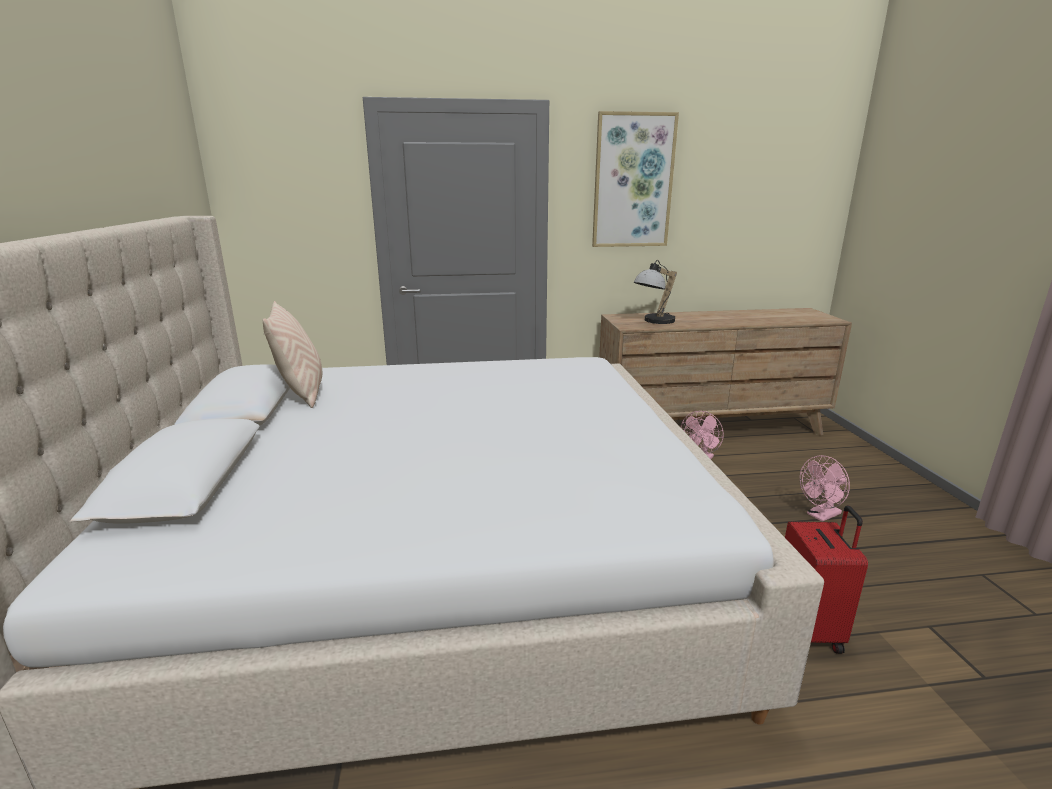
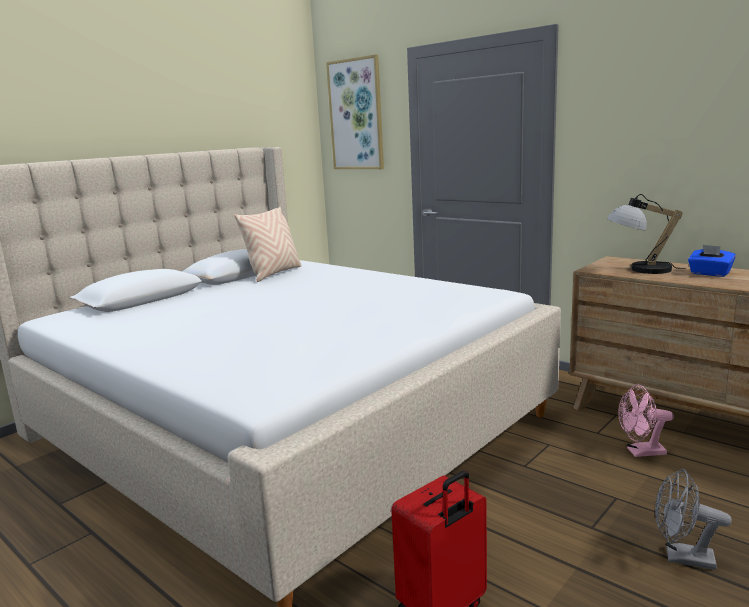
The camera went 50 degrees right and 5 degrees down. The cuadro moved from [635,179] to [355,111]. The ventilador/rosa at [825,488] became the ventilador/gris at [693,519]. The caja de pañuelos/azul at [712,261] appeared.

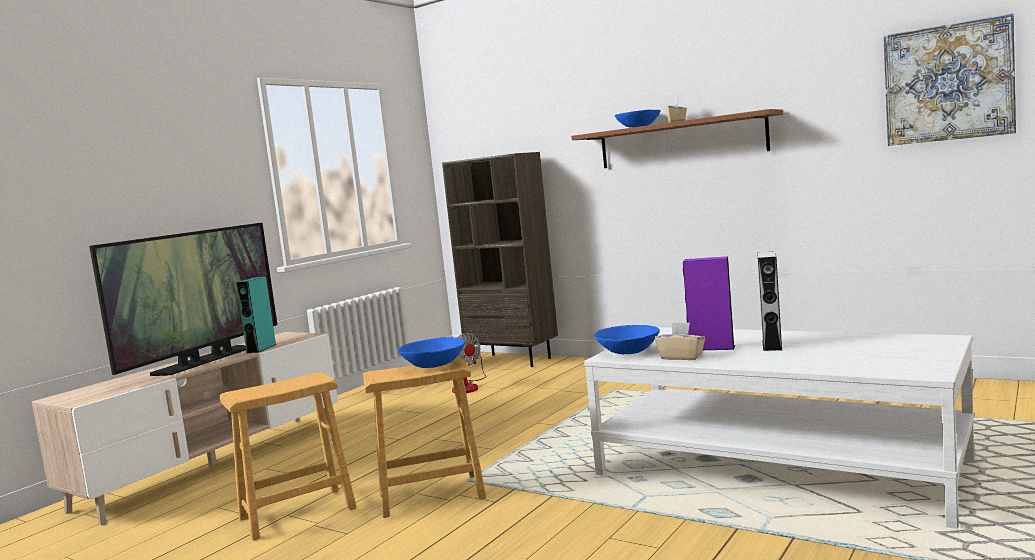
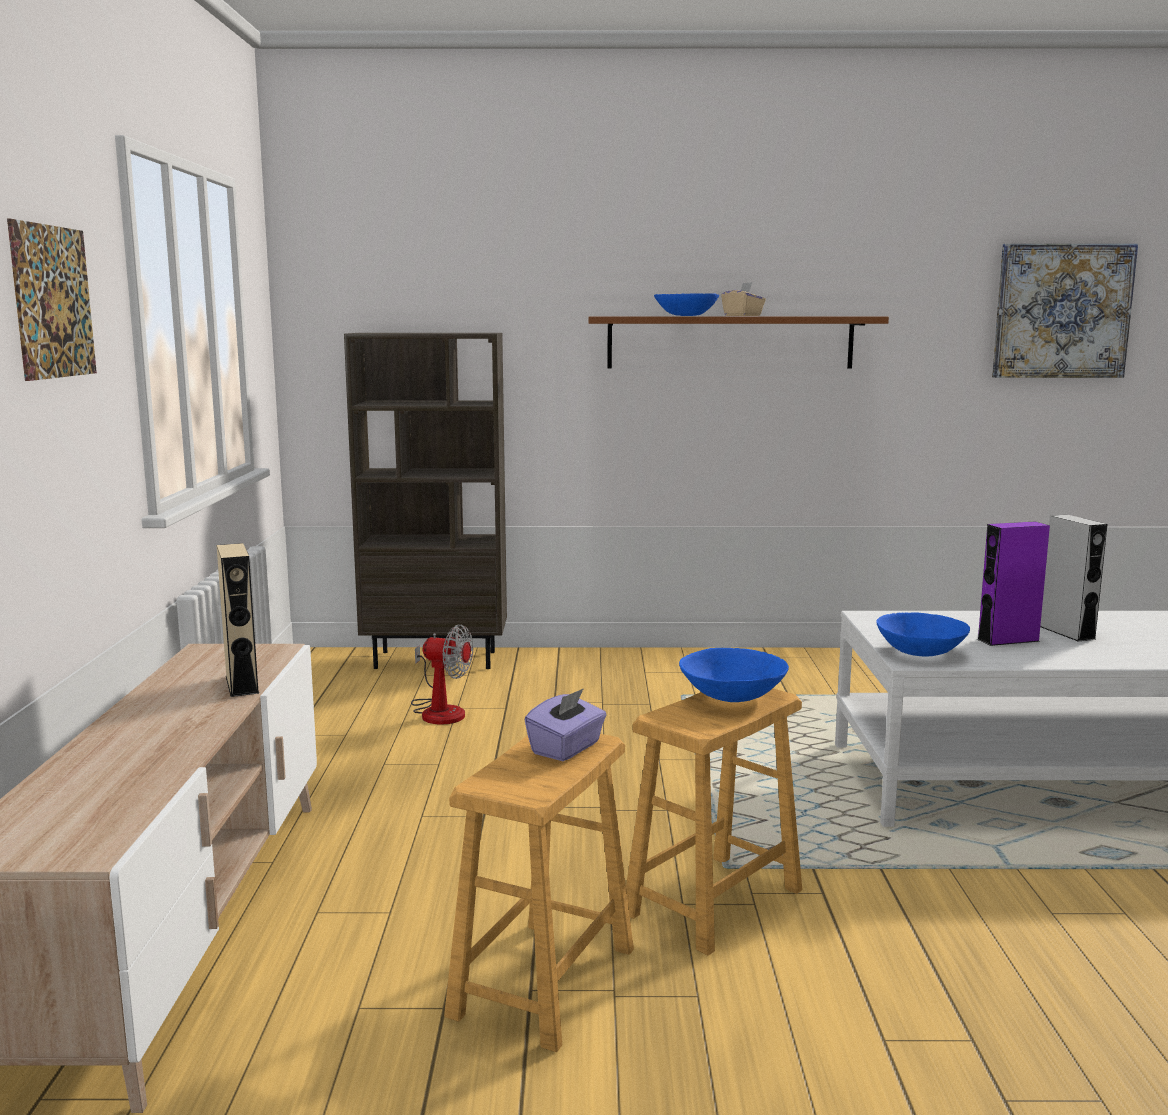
The camera went 35 degrees left and 5 degrees up. The cuadro at [52,300] appeared. The altavoz/turquesa at [256,314] became the altavoz/beis at [238,620]. The caja de pañuelos/morado at [566,724] appeared. The televisor at [183,299] disappeared. The caja de pañuelos/beis at [680,341] disappeared.

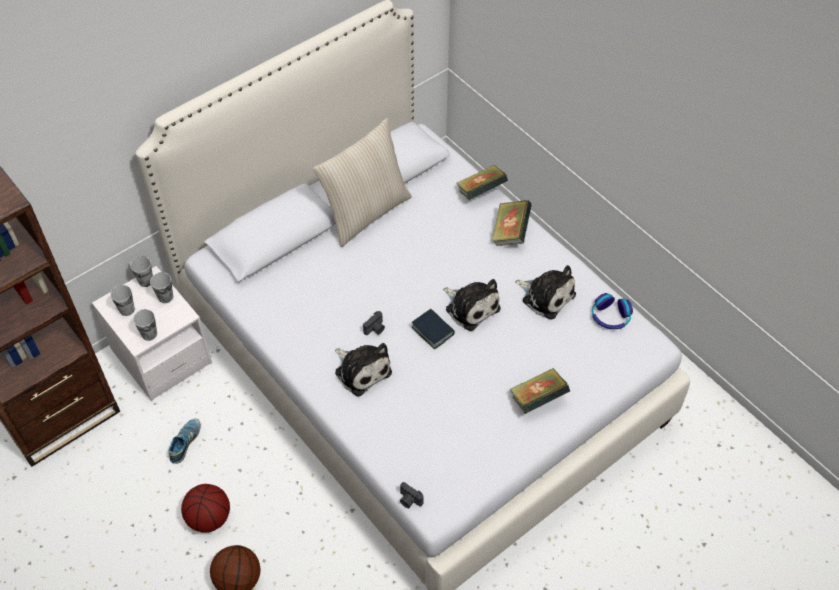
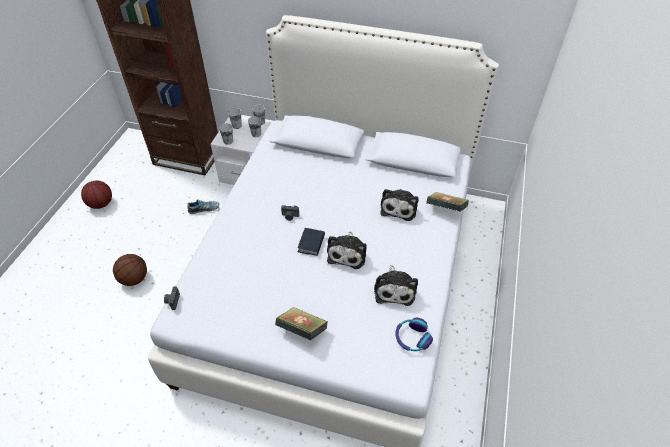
The camera went 55 degrees right and 5 degrees down. The balón de baloncesto moved from [205,508] to [96,194]. The peluche moved from [363,370] to [400,205]. The cojín/beis at [362,182] disappeared. The libro at [512,223] disappeared.

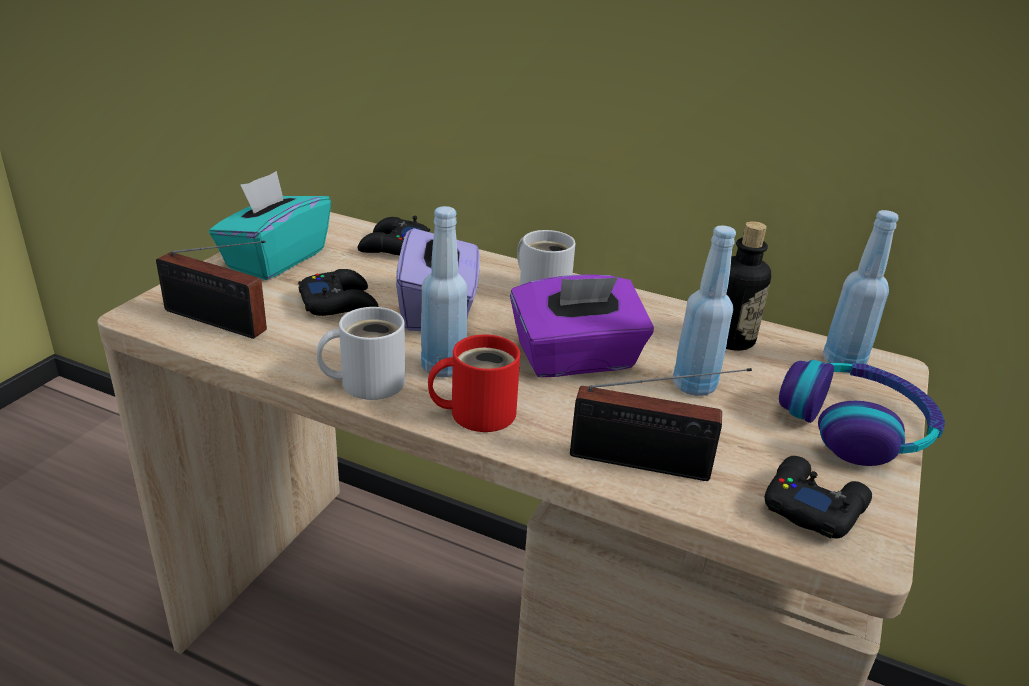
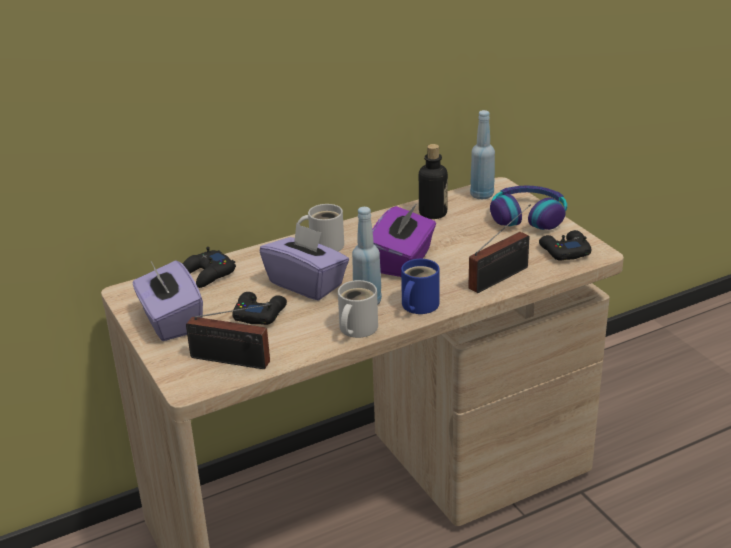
The camera went 50 degrees left and 0 degrees up. The caja de pañuelos/turquesa at [270,225] became the caja de pañuelos/morado at [167,300]. The radio at [211,289] turned 45 degrees clockwise. The taza grande/rojo at [474,383] became the taza grande/azul at [420,286]. The botella/azul at [704,310] disappeared.

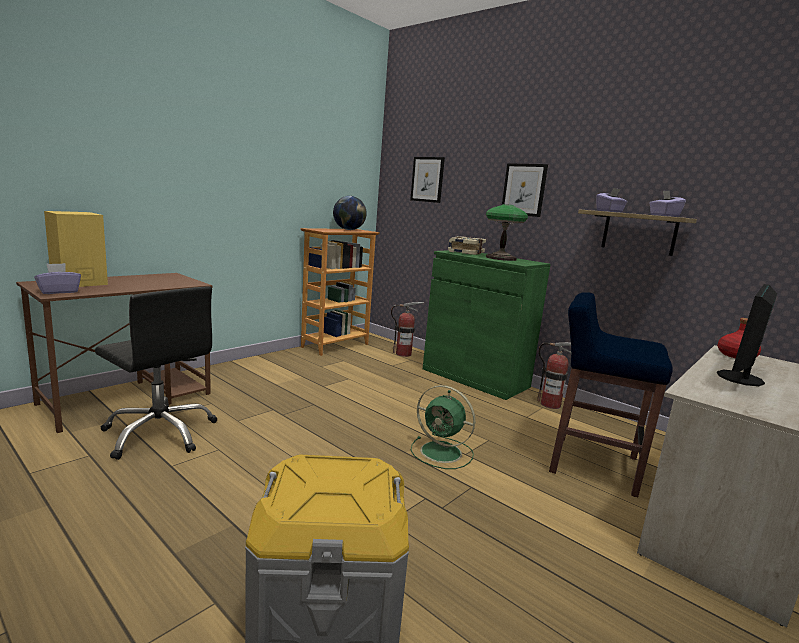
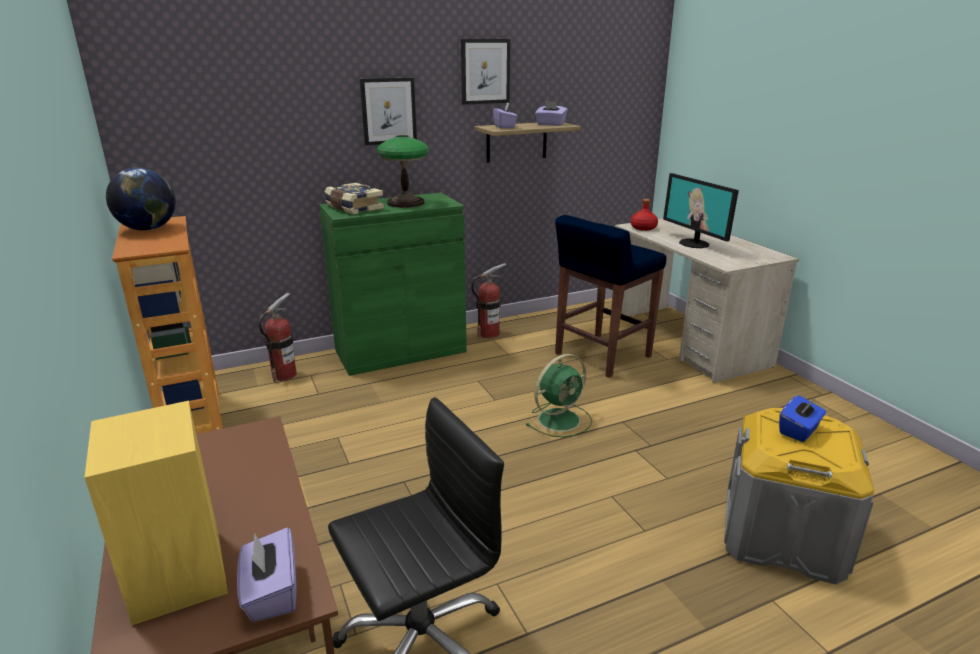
The camera went 65 degrees left and 10 degrees up. The cuadro moved from [427,180] to [485,72]. The caja de pañuelos/azul at [802,419] appeared.

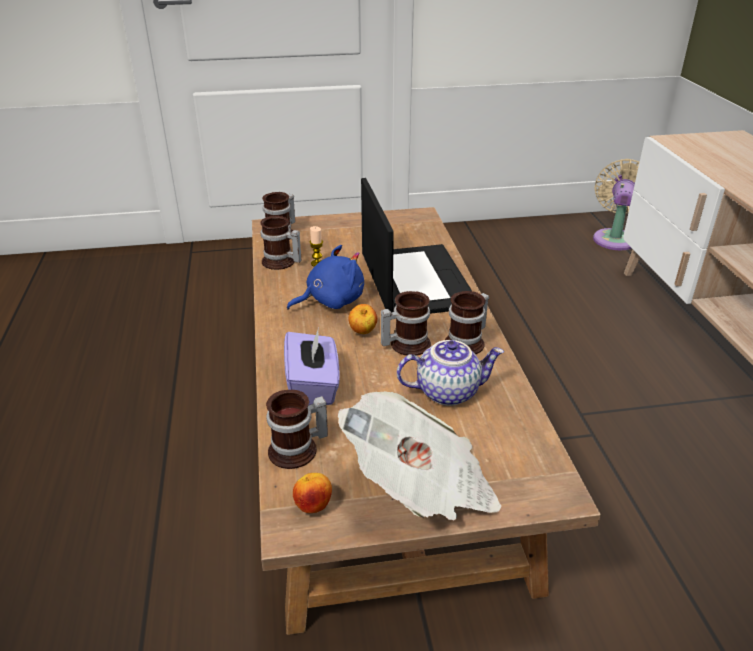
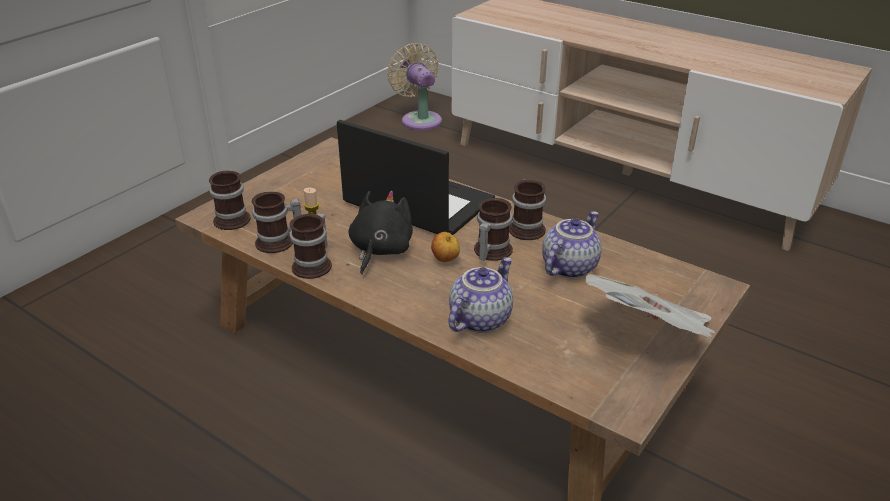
The camera went 45 degrees left and 0 degrees up. The taza grande moved from [297,429] to [310,246]. The peluche/azul at [325,277] became the peluche/negro at [381,232]. The caja de pañuelos/morado at [312,367] was replaced by the tetera at [480,295]. The manzana at [312,493] disappeared.

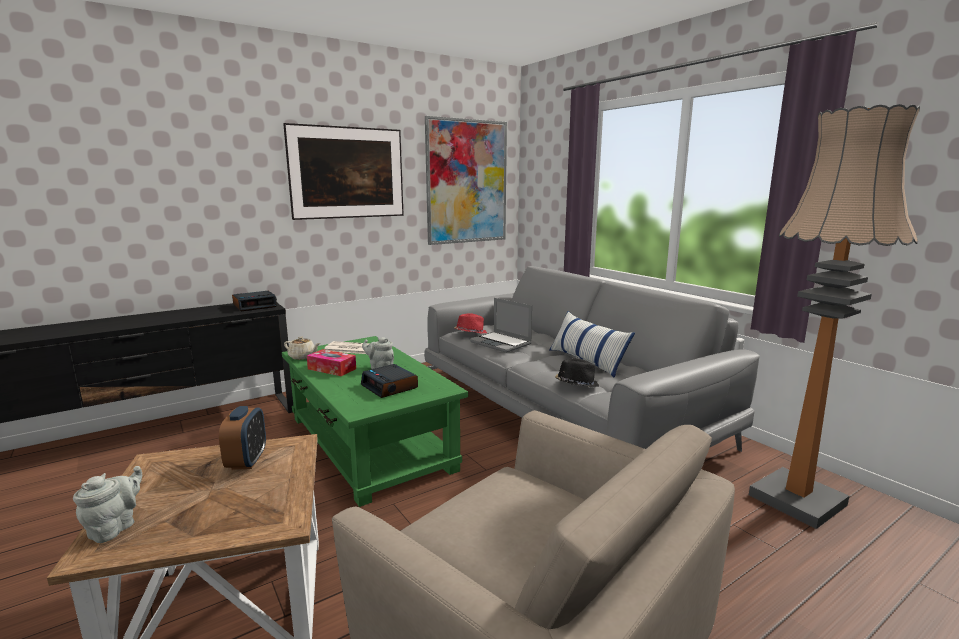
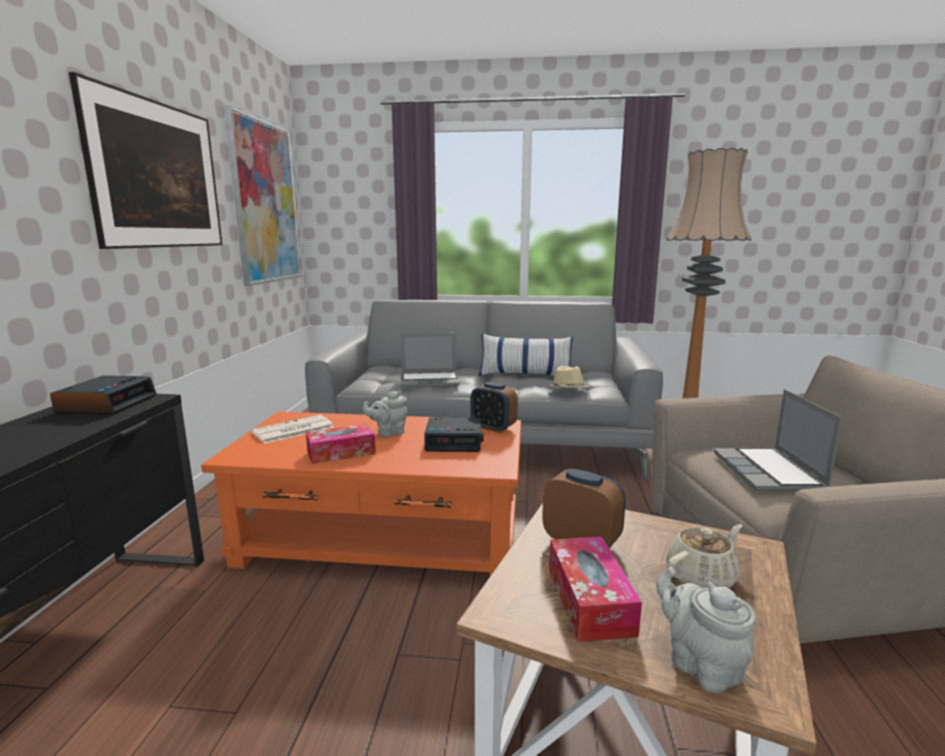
The camera went 50 degrees left and 0 degrees up. The mesa de centro/verde at [375,421] became the mesa de centro/naranja at [361,494]. The despertador at [494,407] appeared. The sombrero/negro at [577,372] became the sombrero/beis at [569,377]. The caja de pañuelos at [595,589] appeared. The tetera/beis moved from [302,348] to [704,556]. The portátil at [778,440] appeared. The sombrero/rojo at [470,323] disappeared.

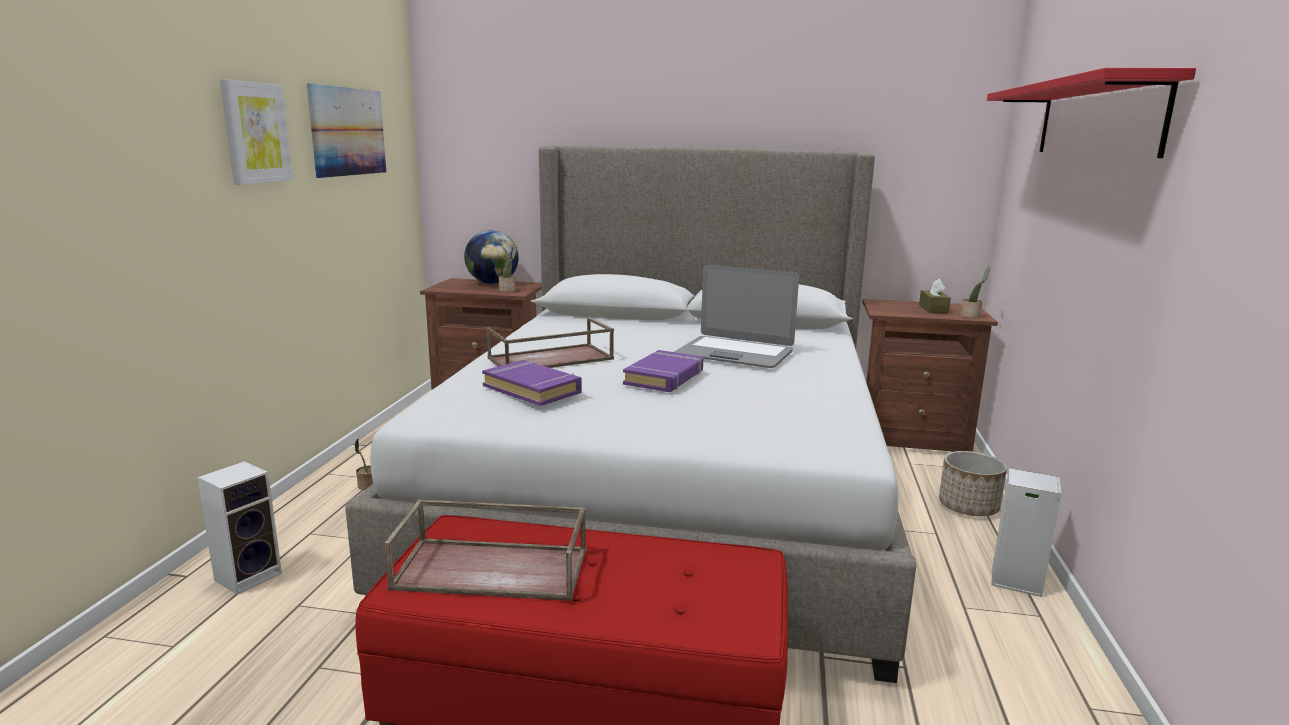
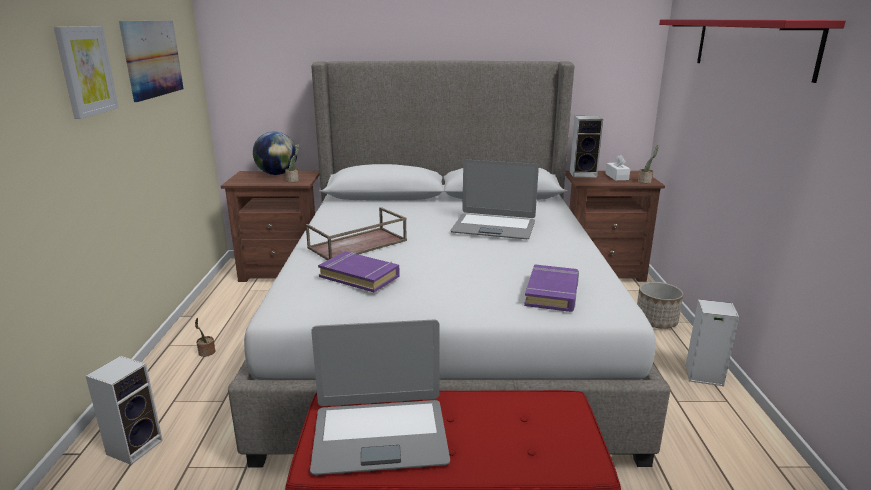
The camera went 10 degrees left and 5 degrees up. The bandeja/marrón at [485,550] was replaced by the portátil at [380,397]. The libro/morado moved from [663,371] to [551,288]. The altavoz at [586,147] appeared. The caja de pañuelos/marrón at [935,296] became the caja de pañuelos/blanco at [617,168].

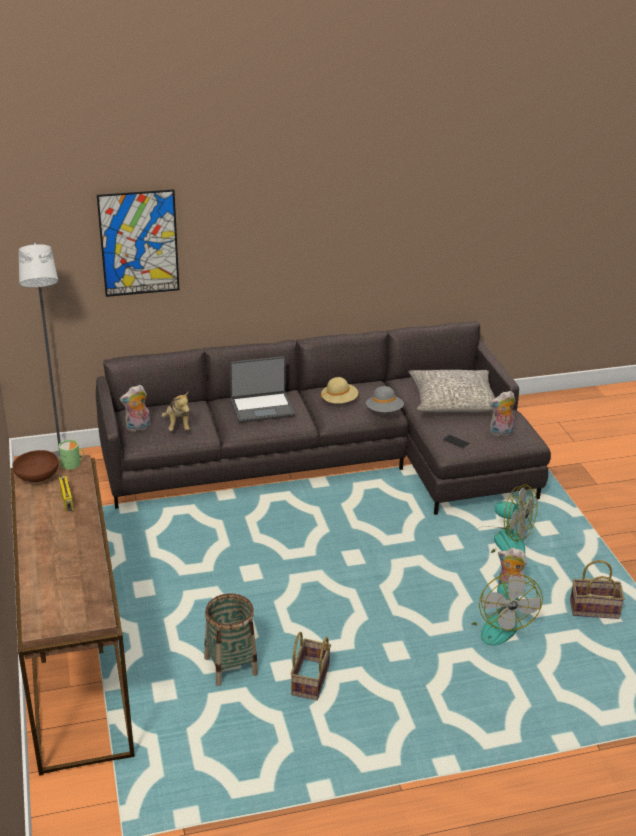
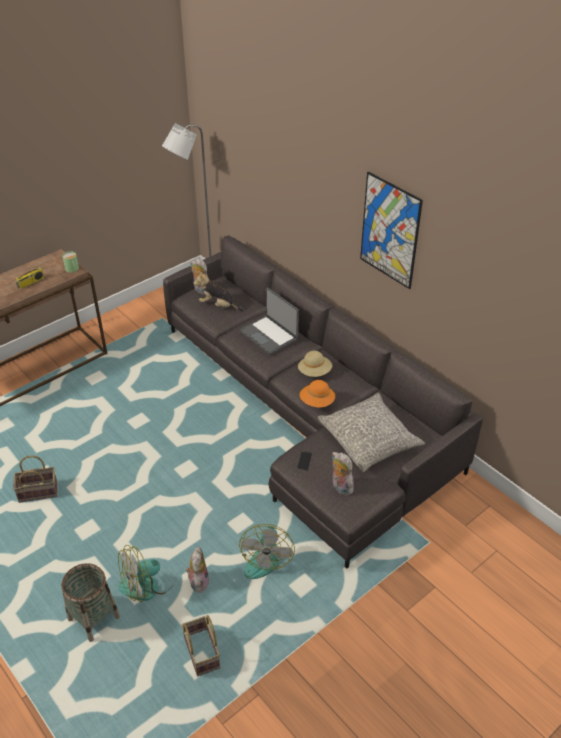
The camera went 65 degrees right and 10 degrees up. The cesta moved from [231,639] to [90,602]. The peluche at [176,411] turned 60 degrees clockwise. The sombrero/gris at [385,399] became the sombrero/naranja at [317,394]. The cuadro moved from [138,243] to [391,230]. The cuenco/marrón at [35,466] disappeared.

